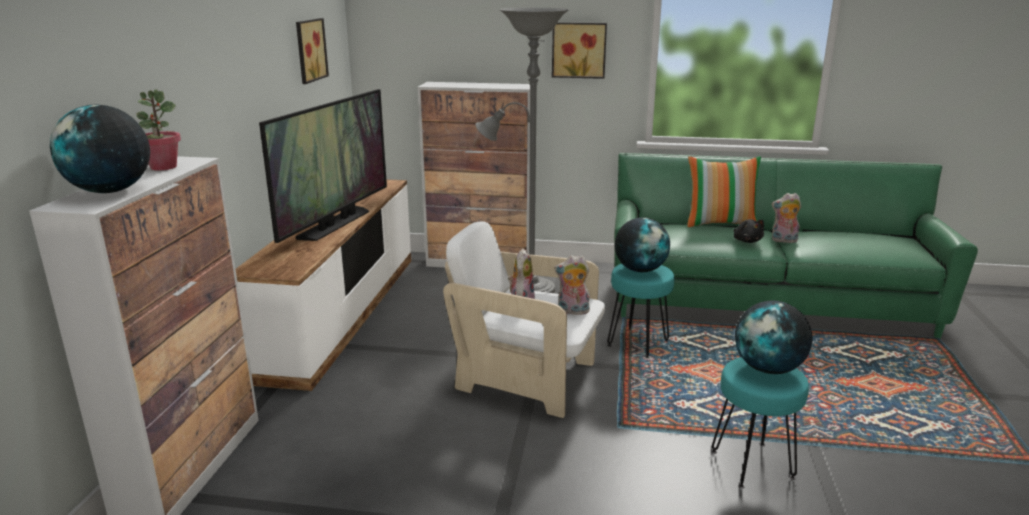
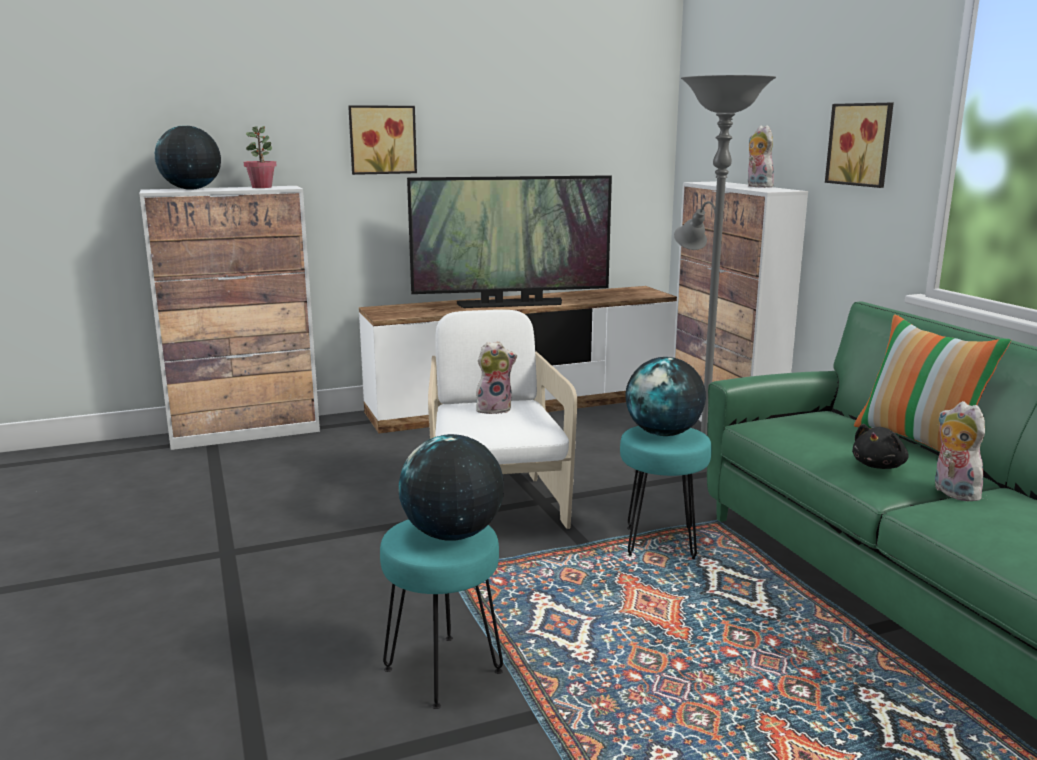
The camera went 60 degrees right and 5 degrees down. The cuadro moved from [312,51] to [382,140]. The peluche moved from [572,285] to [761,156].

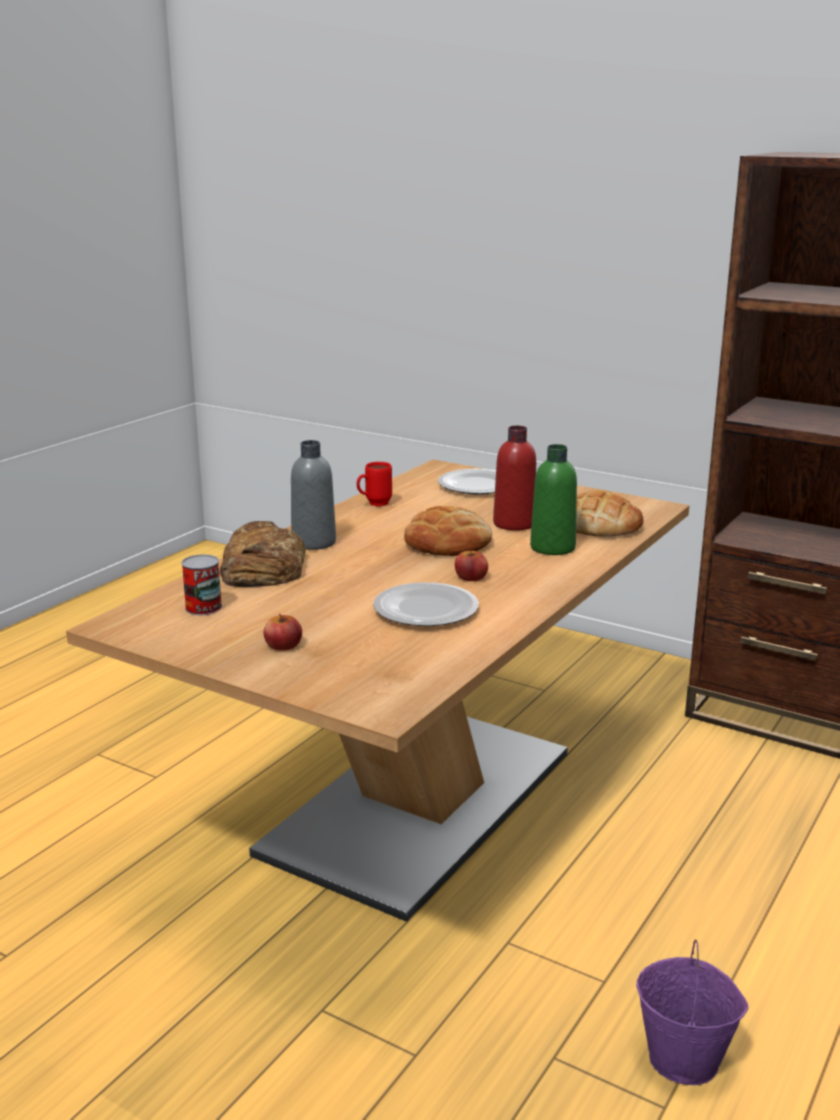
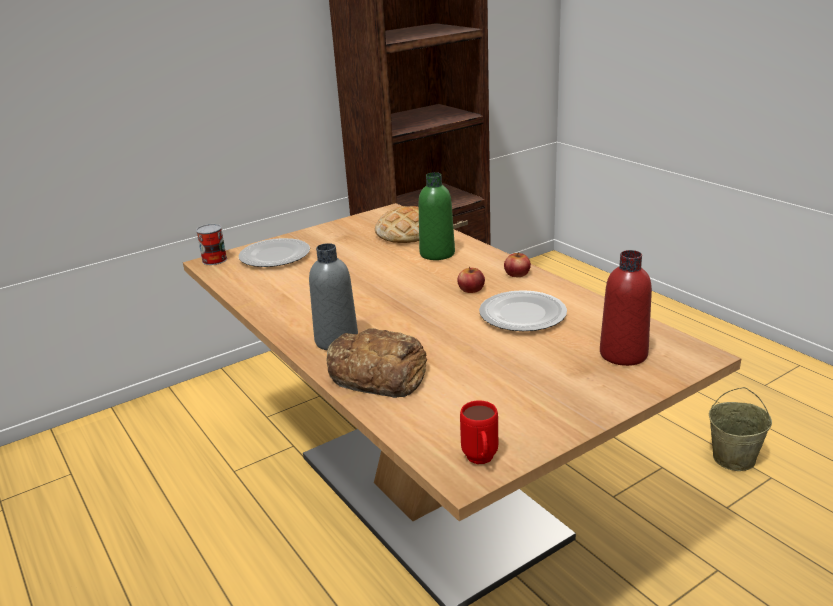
The camera went 65 degrees left and 5 degrees up. The lata moved from [202,584] to [211,244]. The taza grande/rojo moved from [374,484] to [479,432]. The manzana moved from [283,632] to [517,264]. The botella/rojo moved from [514,478] to [626,308]. The cubo/morado at [692,1012] became the cubo/beis at [740,429]. The pan at [448,531] disappeared.

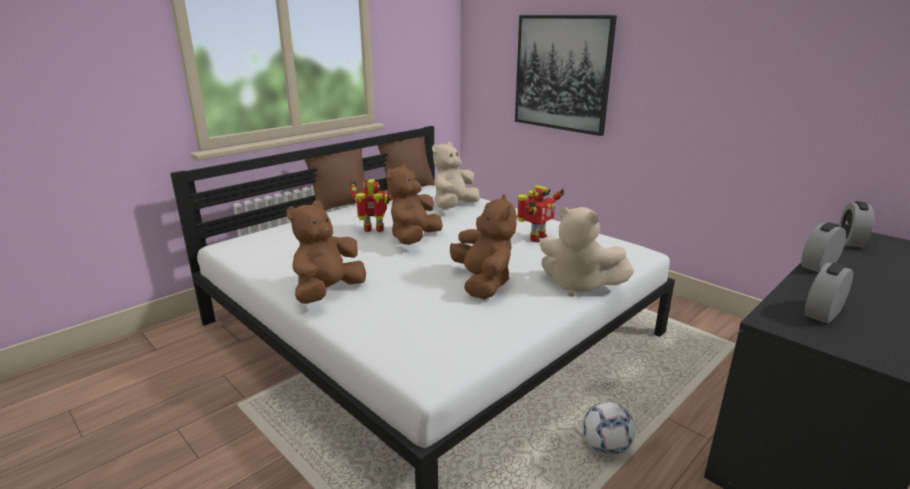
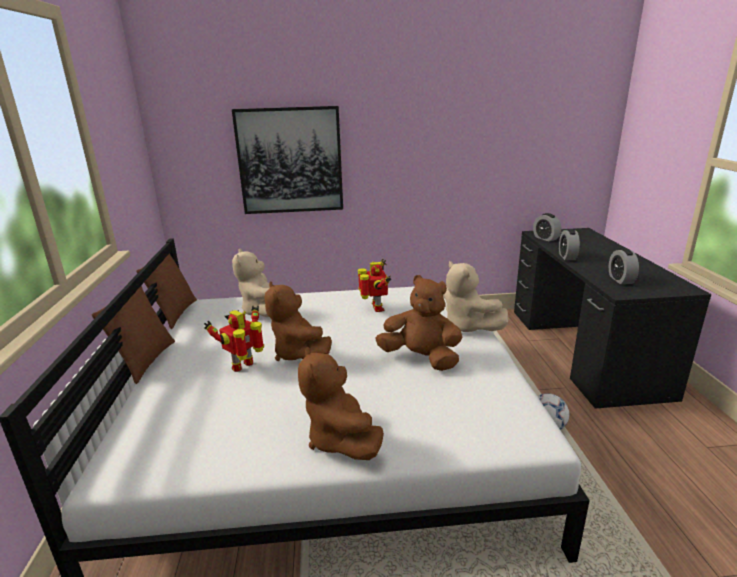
The camera went 50 degrees left and 0 degrees up. The peluche/beis at [587,251] turned 75 degrees clockwise.

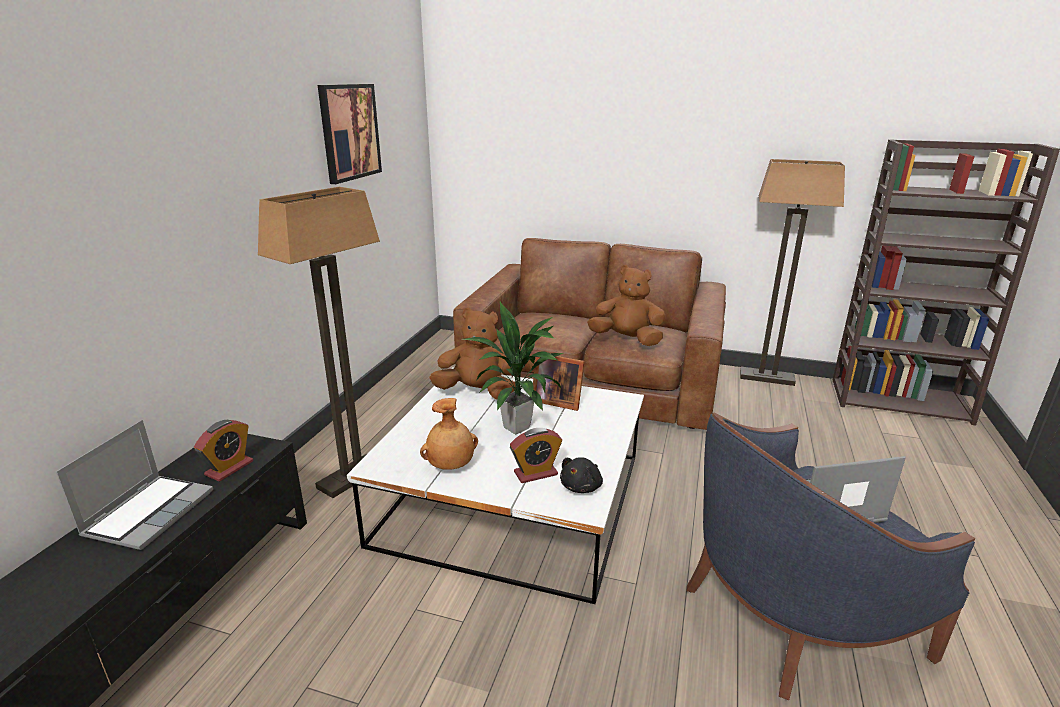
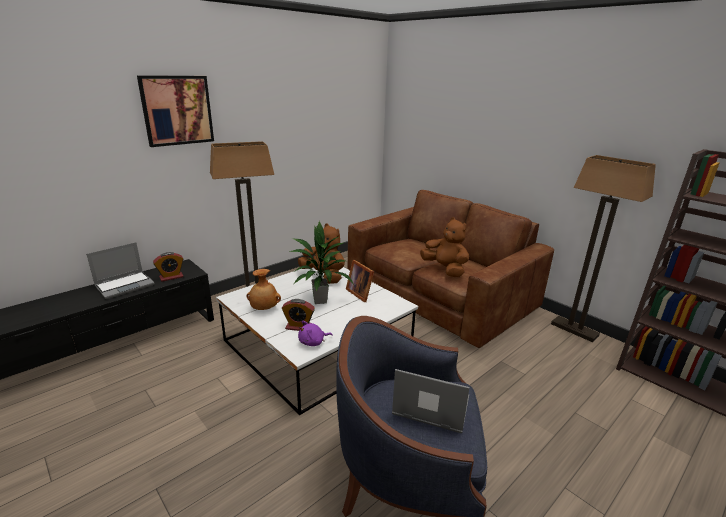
The camera went 30 degrees right and 0 degrees up. The cuadro moved from [350,134] to [175,111]. The peluche/negro at [581,475] became the peluche/morado at [315,333].

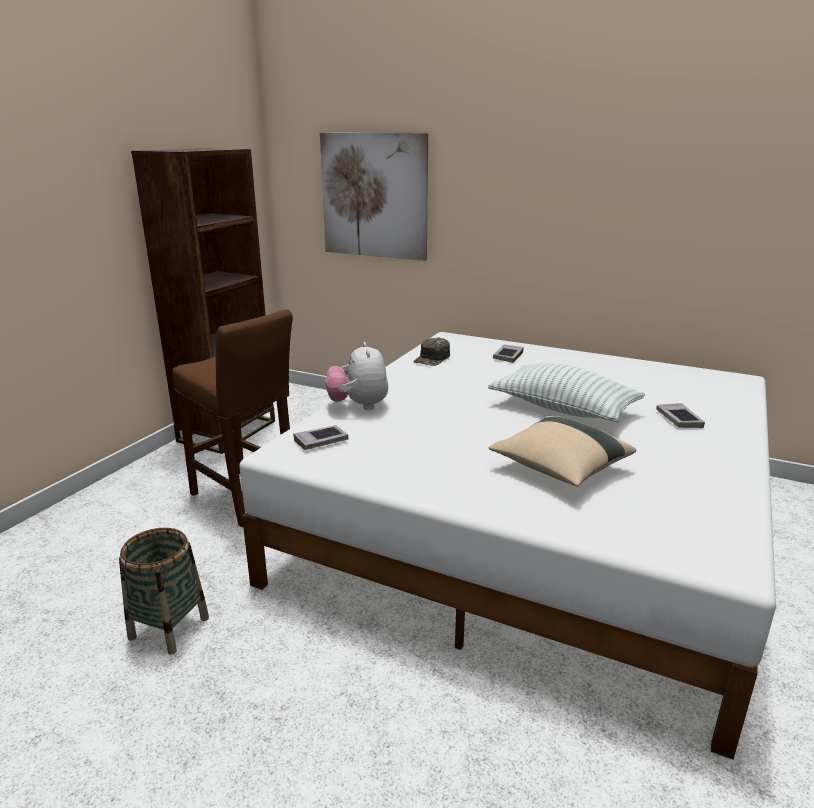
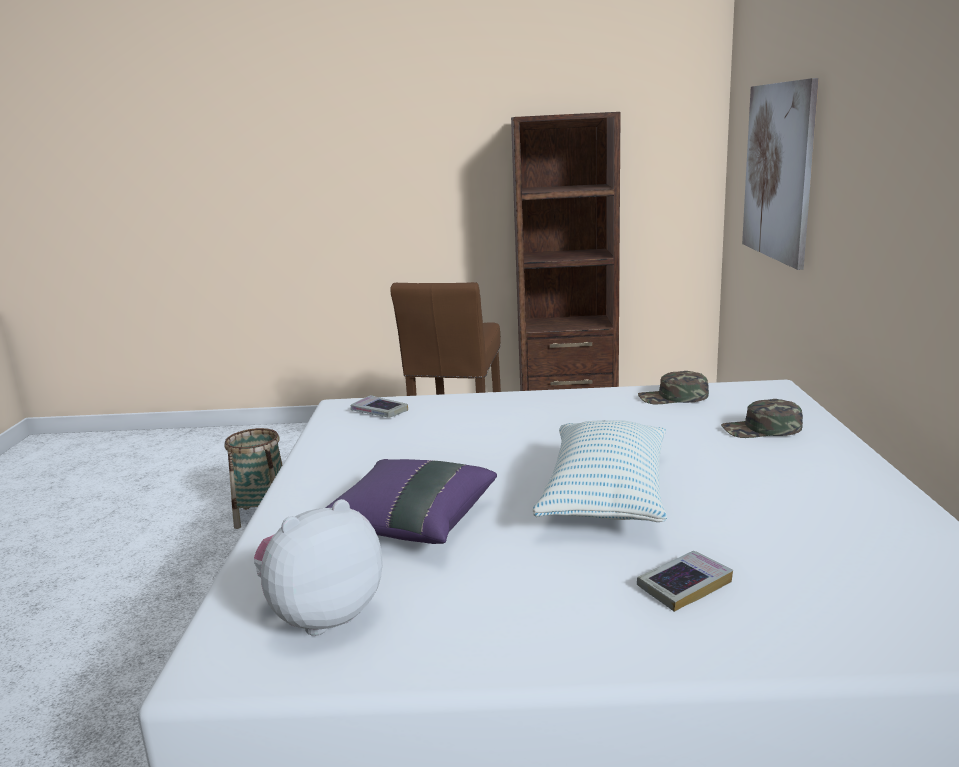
The camera went 65 degrees right and 5 degrees down. The peluche moved from [357,376] to [318,567]. The cojín/beis at [562,451] became the cojín/morado at [411,501]. The libro at [508,354] was replaced by the gorra/verde at [762,418].

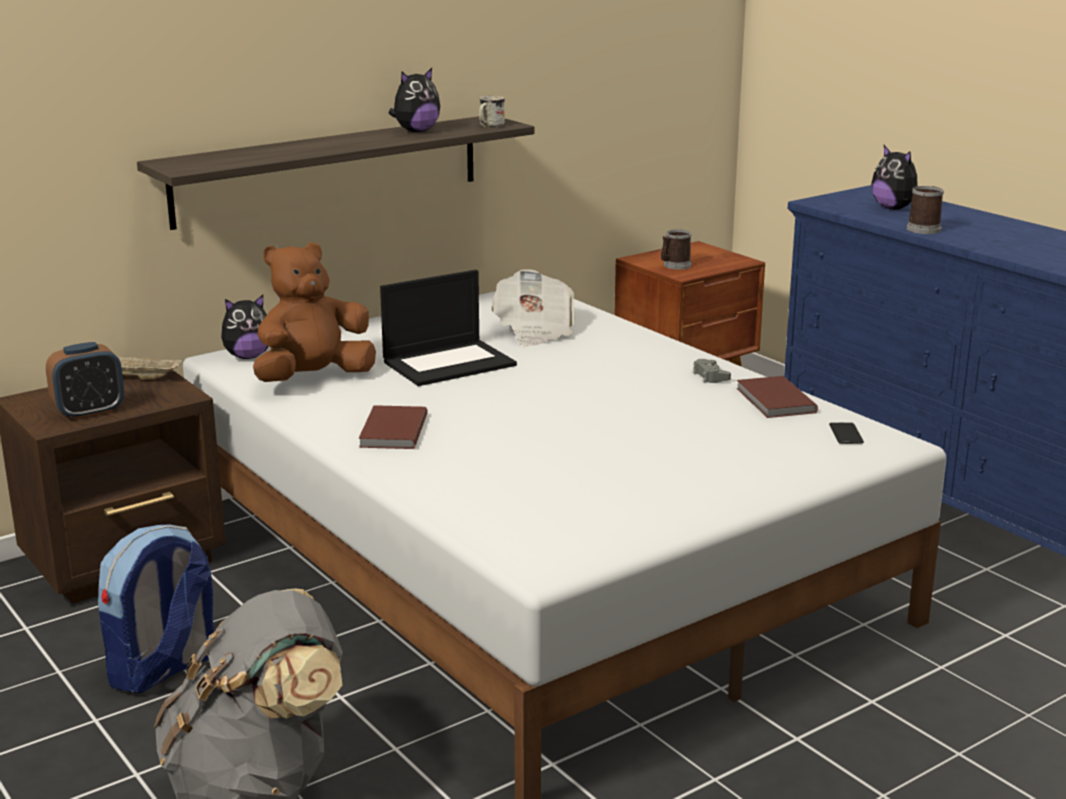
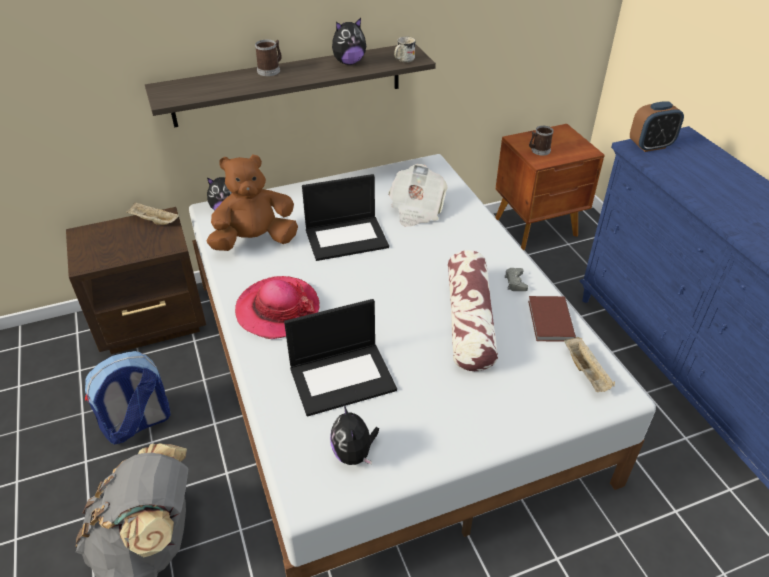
The camera went 15 degrees right and 20 degrees up. The libro/marrón at [392,427] was replaced by the sombrero at [277,307]. The taza grande moved from [925,210] to [268,58]. The portátil at [340,358] appeared. The peluche moved from [894,177] to [354,435]. The cojín at [473,310] appeared. The móvil at [846,433] was replaced by the bandeja/beis at [589,364]. The despertador moved from [85,381] to [657,126].

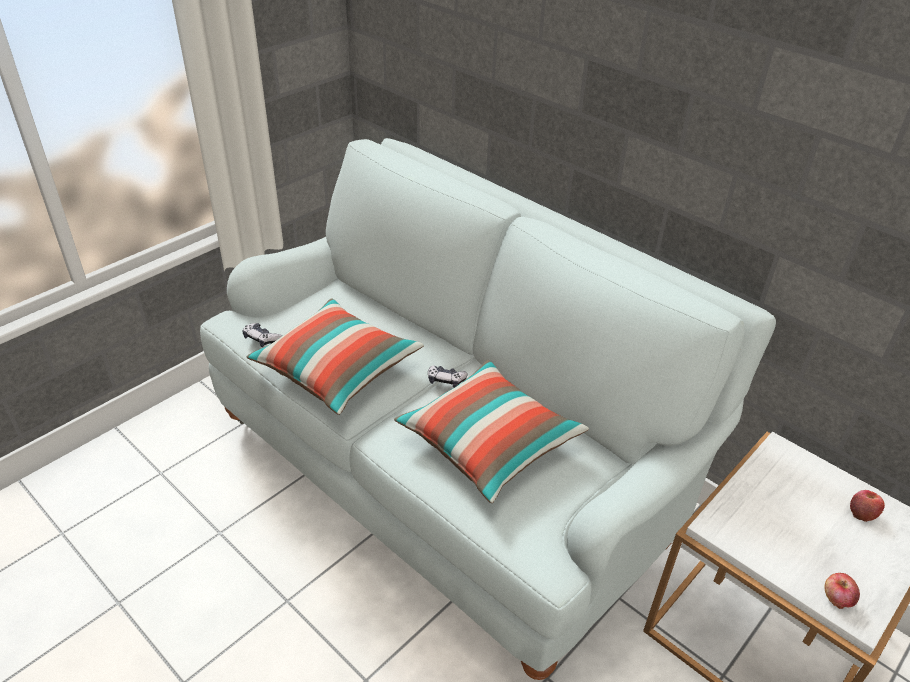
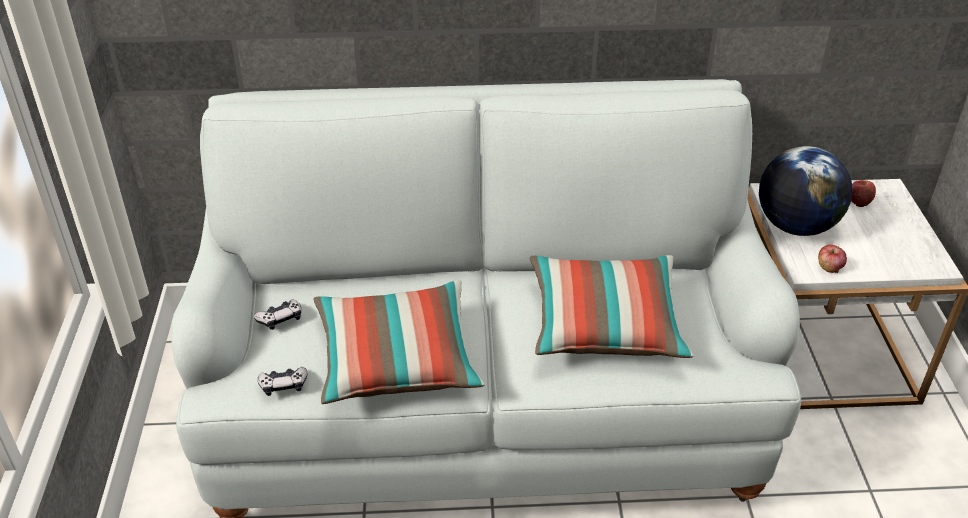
The camera went 45 degrees left and 0 degrees up. The mando de consola moved from [448,376] to [277,314]. The globo terráqueo at [805,191] appeared. The manzana moved from [842,591] to [832,259].

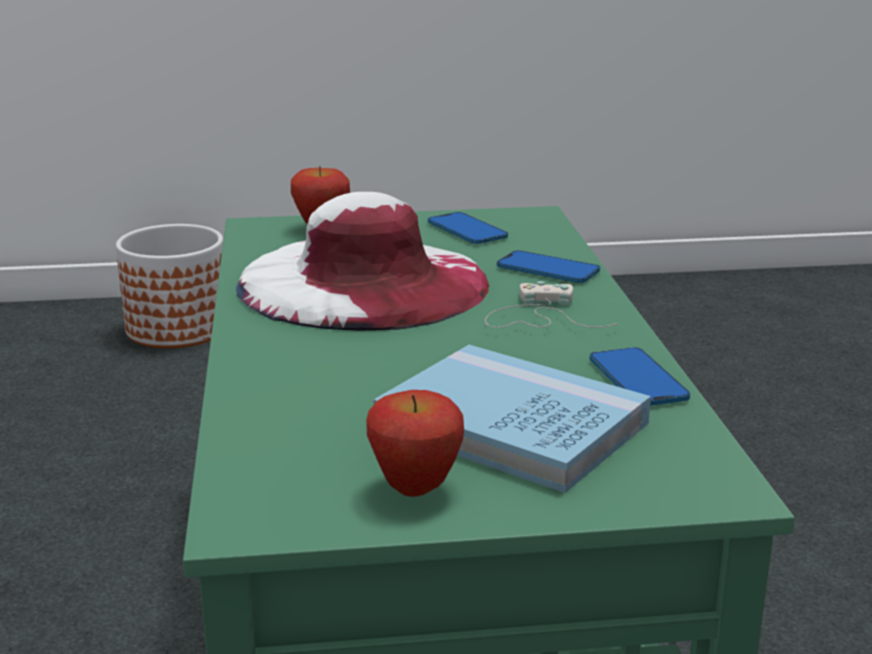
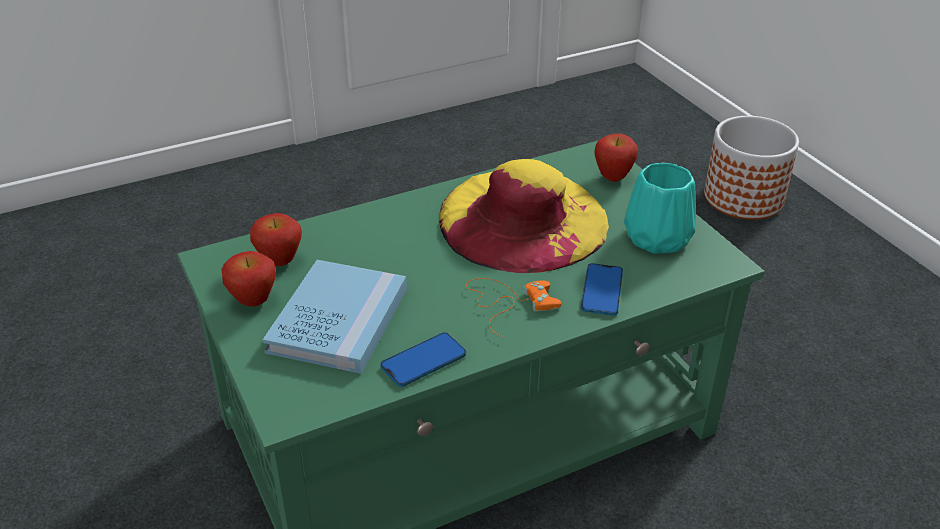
The camera went 70 degrees right and 15 degrees up. The manzana at [276,239] appeared. The sombrero/blanco at [363,261] became the sombrero/amarillo at [524,216]. The mando de consola/blanco at [551,304] became the mando de consola/naranja at [513,307]. The móvil at [468,228] was replaced by the florero/turquesa at [660,208].

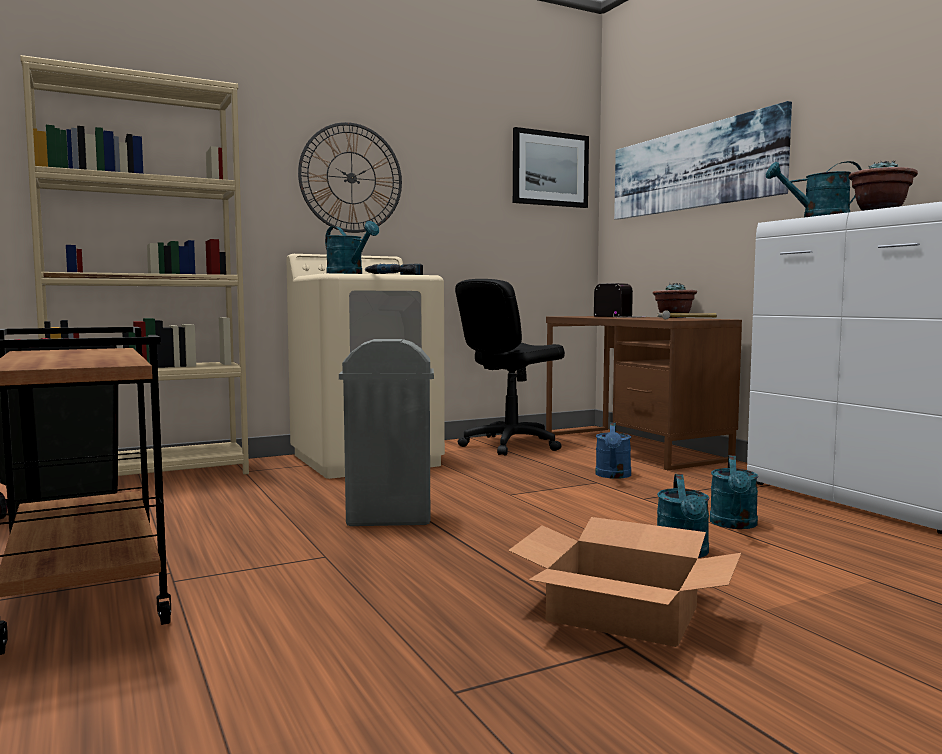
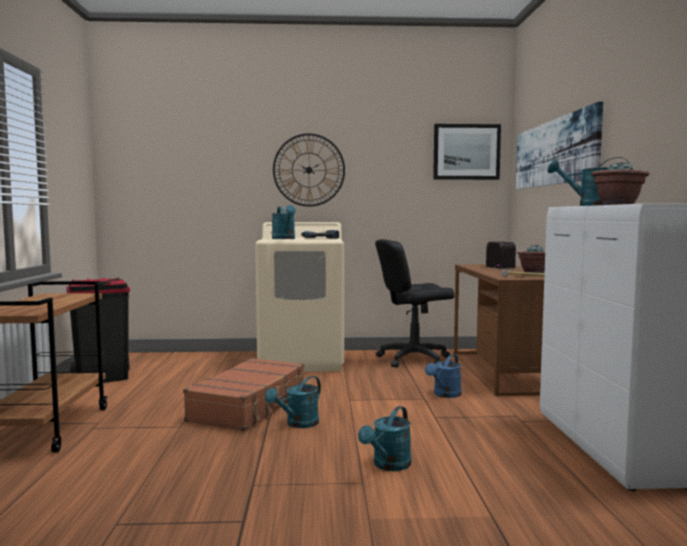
The camera went 25 degrees right and 0 degrees up. The papelera/gris at [386,432] was replaced by the maleta/marrón at [243,395]. The regadera/turquesa moved from [734,492] to [293,402]. The estantería/beis at [134,265] disappeared. The caja de cartón at [624,582] disappeared.

